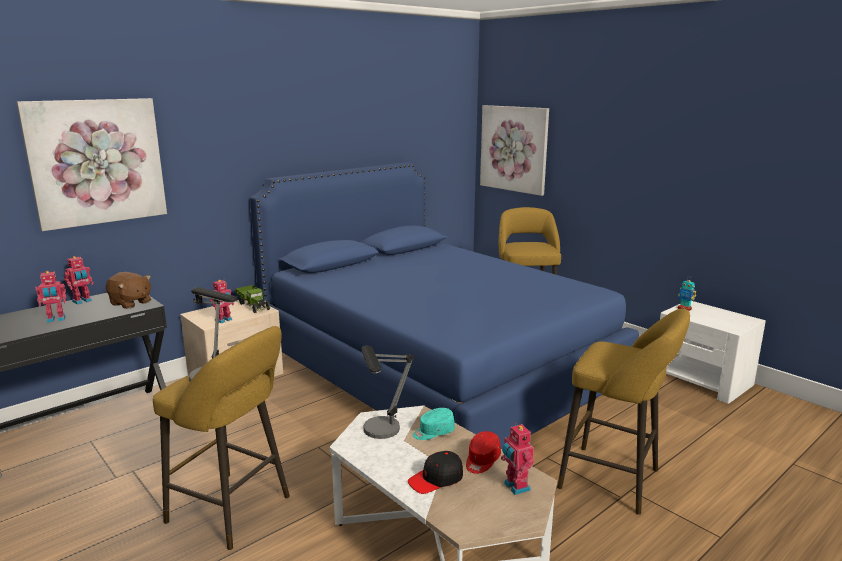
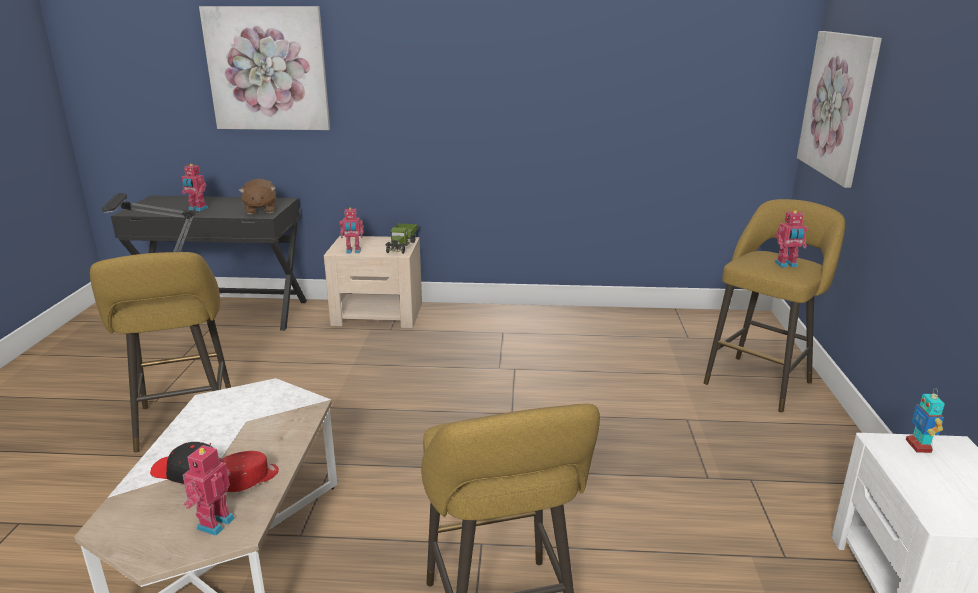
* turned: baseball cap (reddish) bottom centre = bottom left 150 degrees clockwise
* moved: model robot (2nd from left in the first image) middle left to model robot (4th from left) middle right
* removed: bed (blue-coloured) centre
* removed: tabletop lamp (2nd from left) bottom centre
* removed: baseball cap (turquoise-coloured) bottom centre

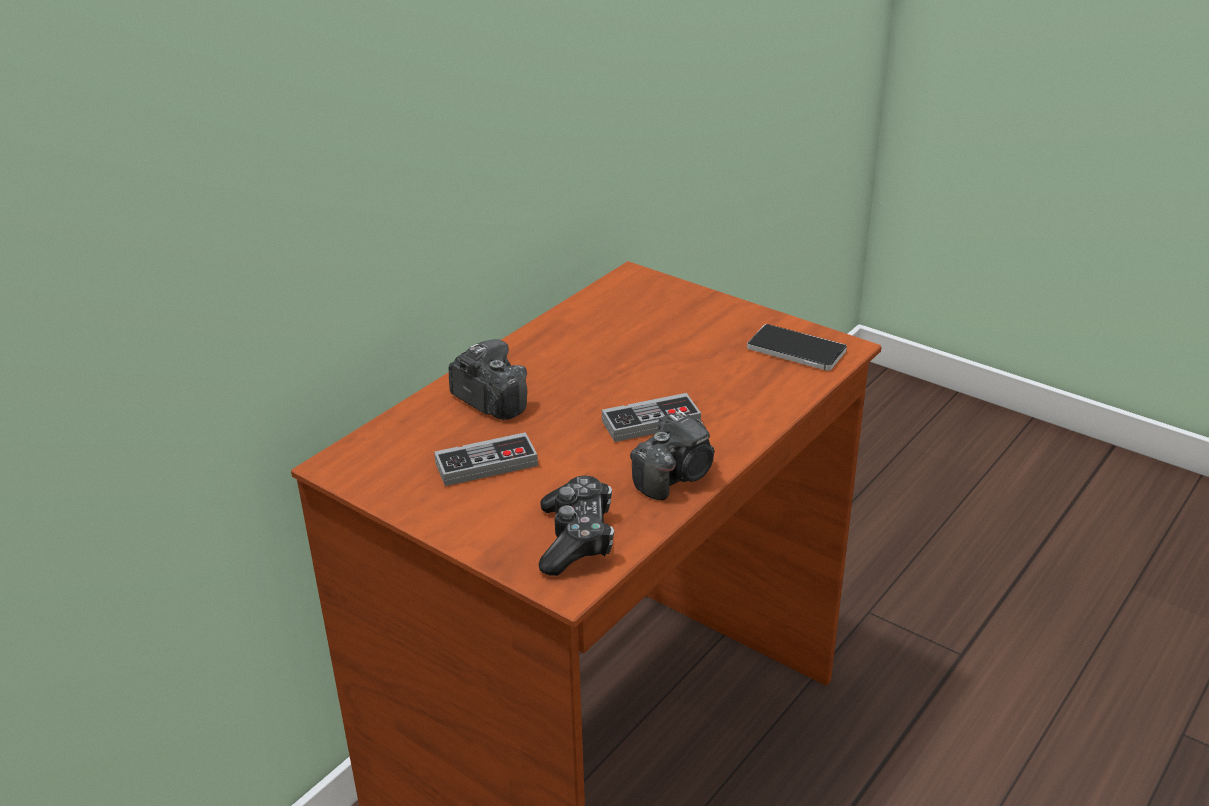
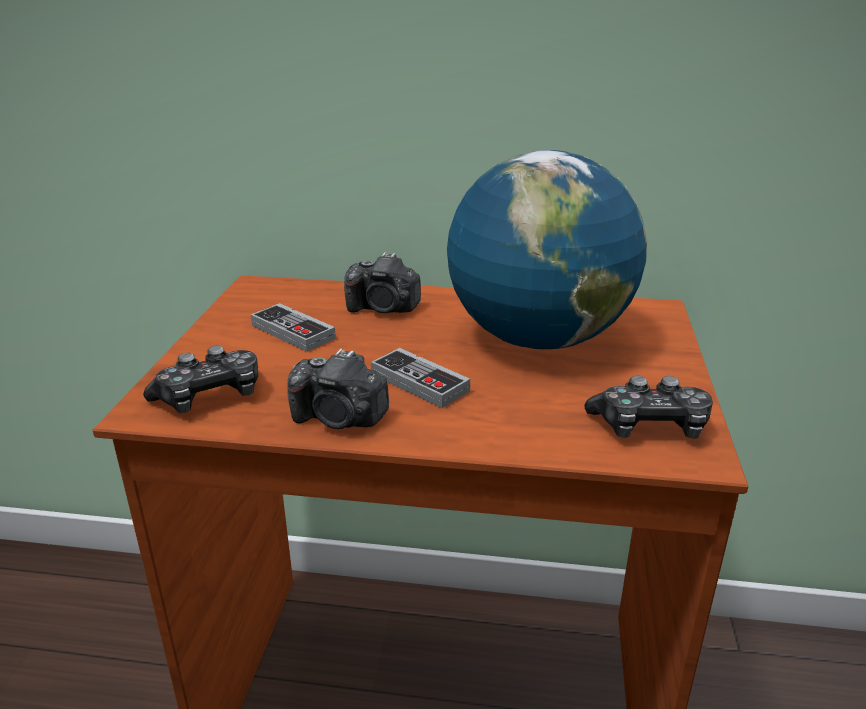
* turned: still camera (1st from left in the first image) centre = centre 90 degrees clockwise
* added: world globe centre
* replaced: handset centre to joypad (4th from left) middle right

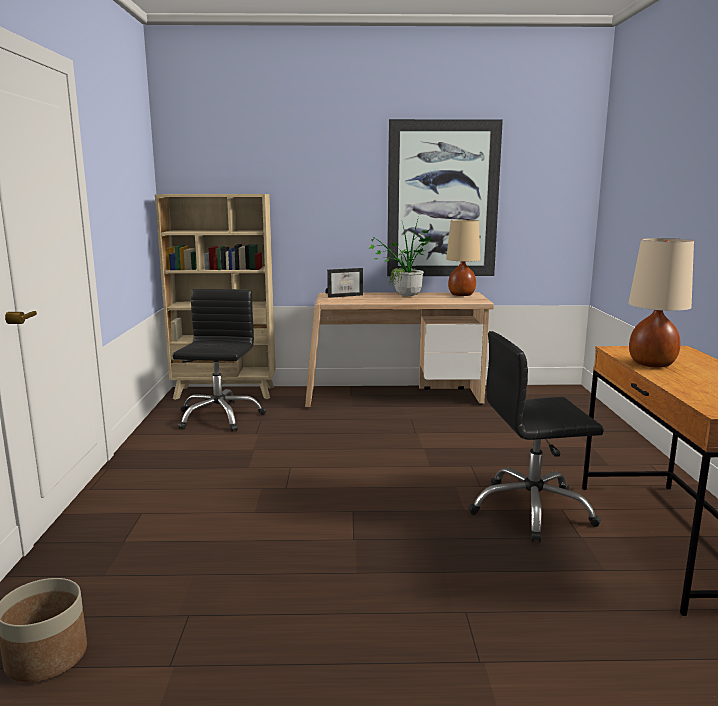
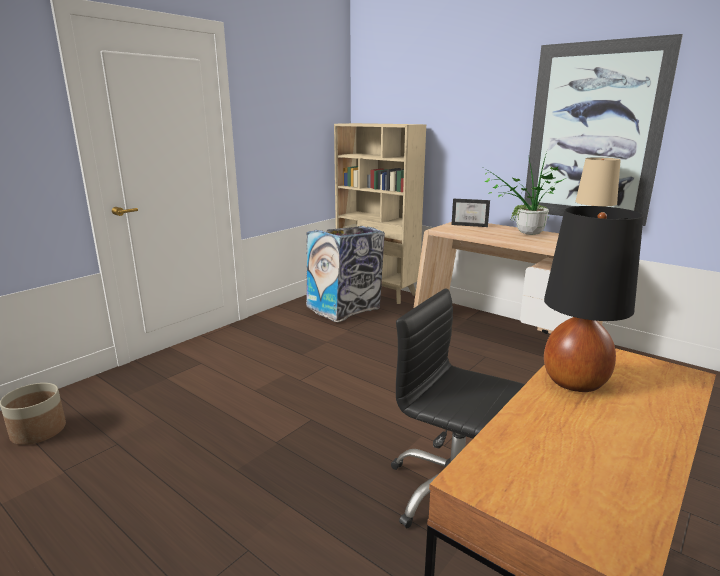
* replaced: computer chair (black-coloured) (1st from left) middle left to waste bin centre
* recoloured: tabletop lamp (beige) (2nd from left) middle right to tabletop lamp (black-coloured) middle right

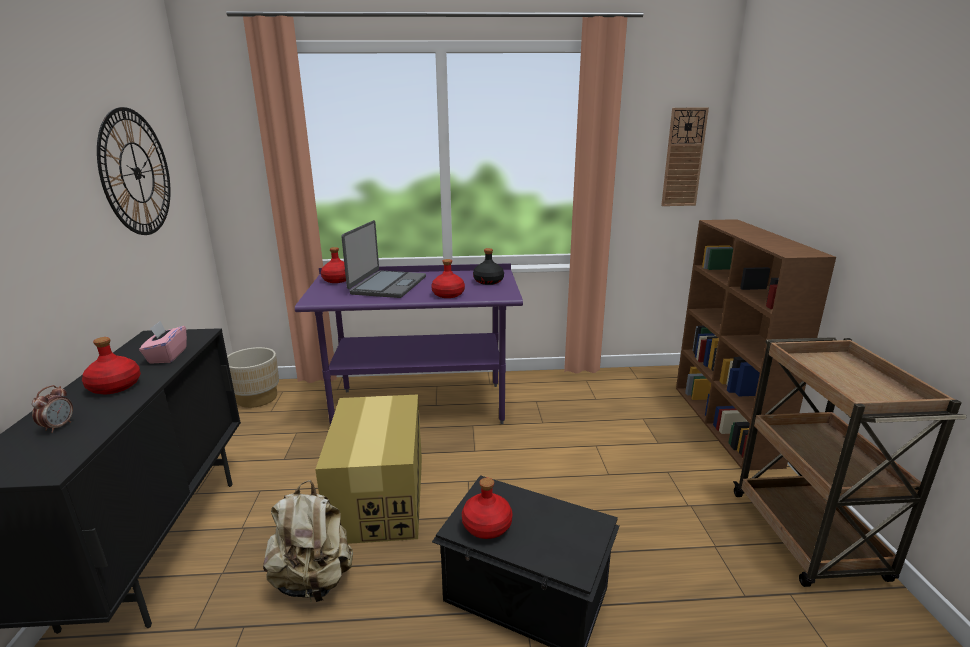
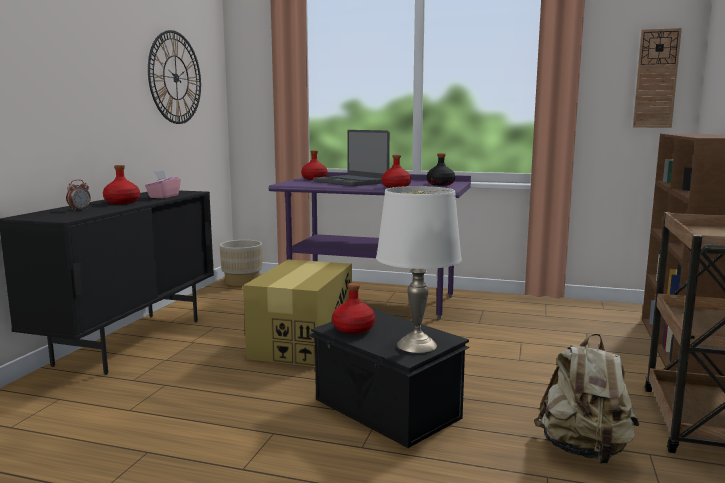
* turned: notebook computer centre = top centre 105 degrees clockwise
* added: tabletop lamp (white) centre
* moved: knapsack (beige) bottom left to bottom right

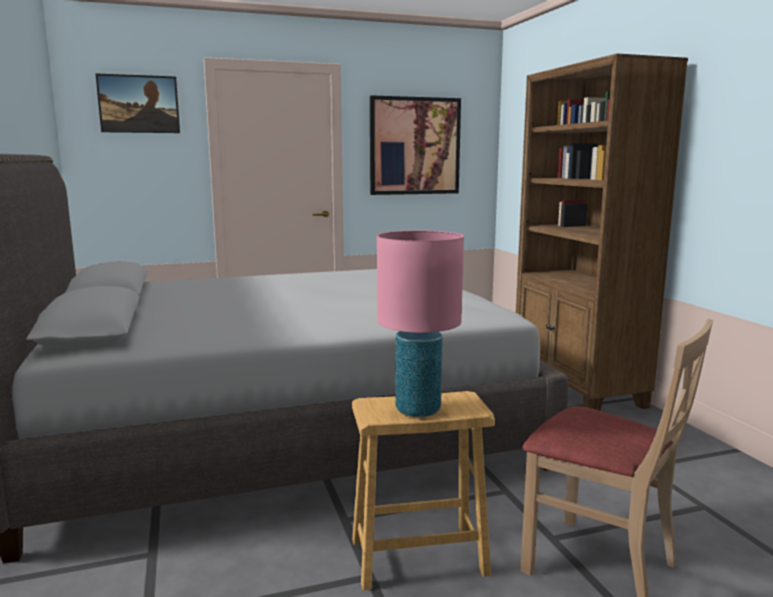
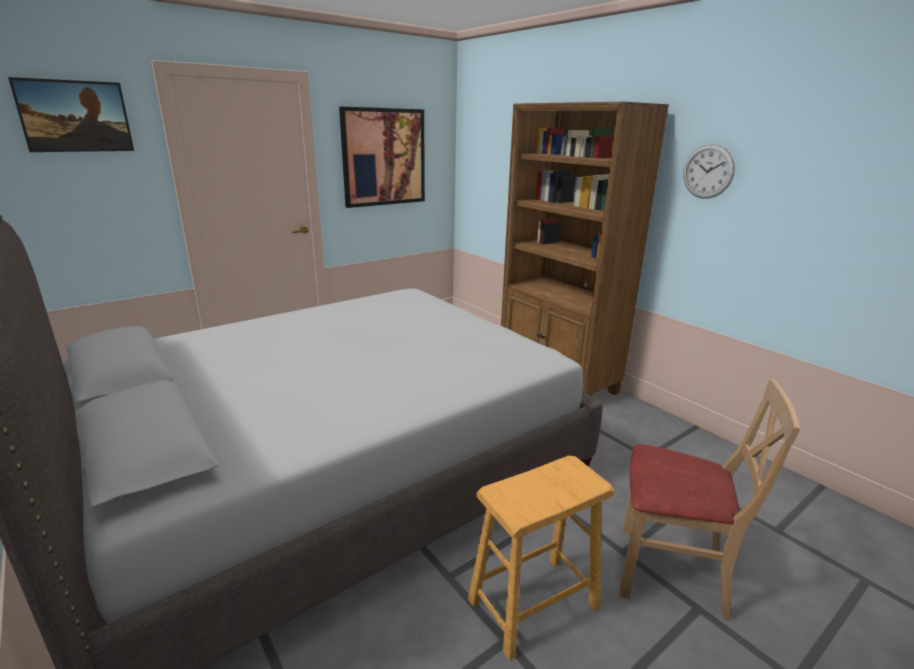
* added: wall clock top right
* removed: tabletop lamp (pinkish) centre

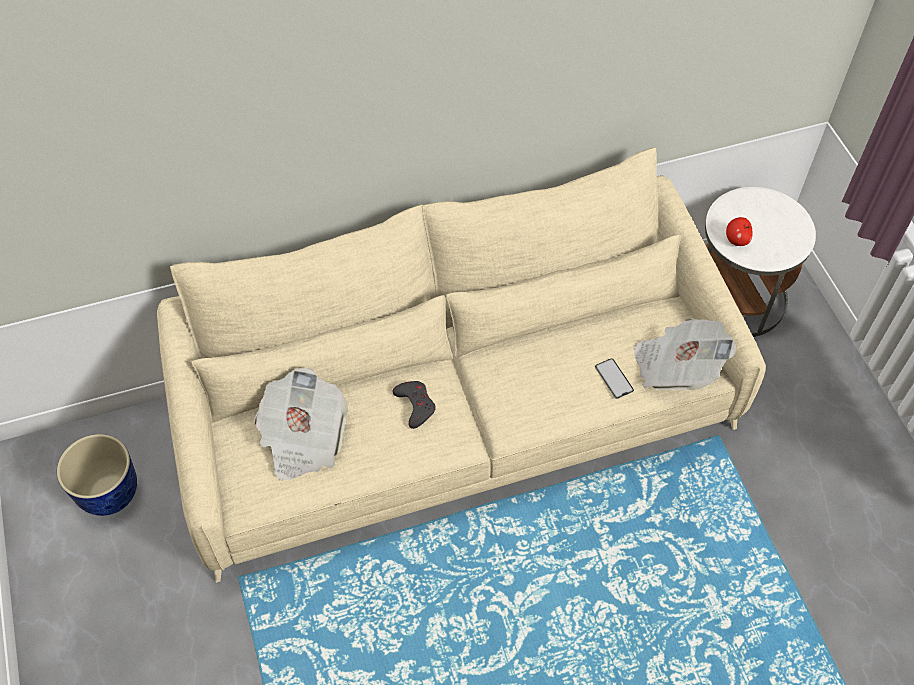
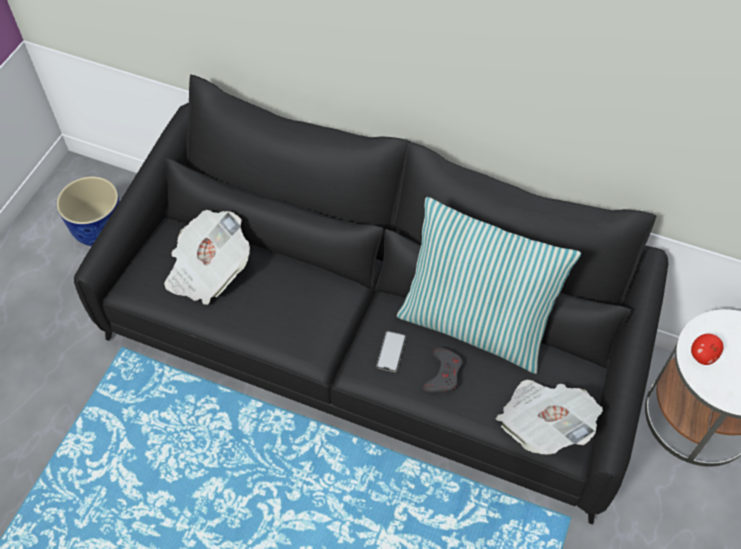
* recoloured: settee (beige) centre to settee (black-coloured) centre
* moved: handset middle right to centre
* added: cushion centre
* moved: joypad (gray) centre to bottom centre

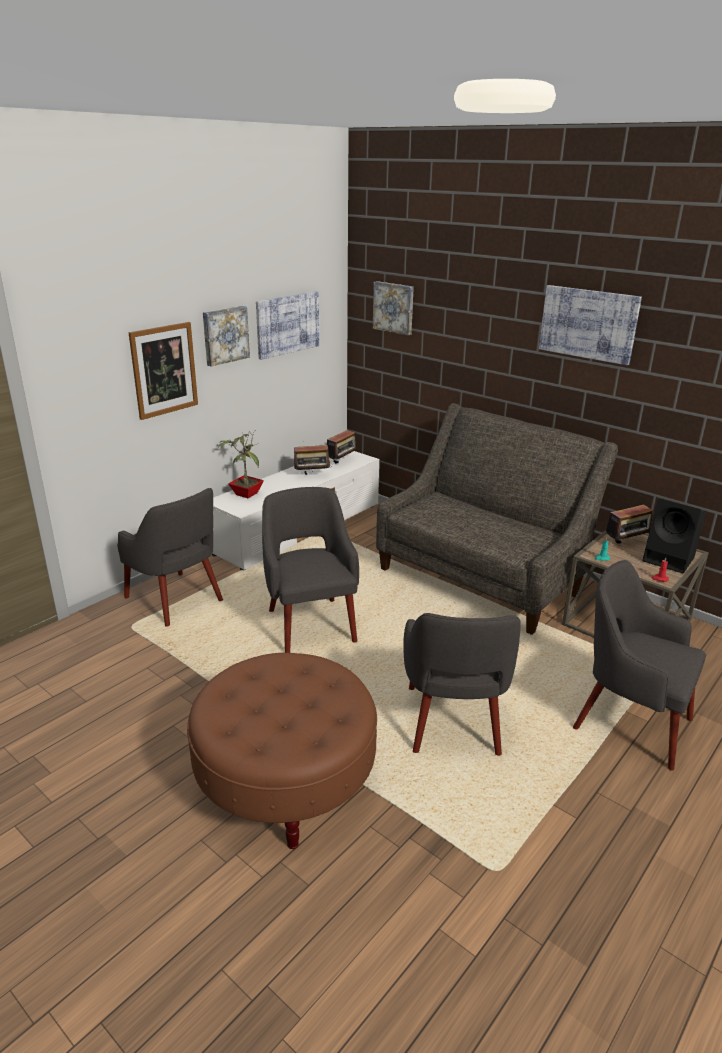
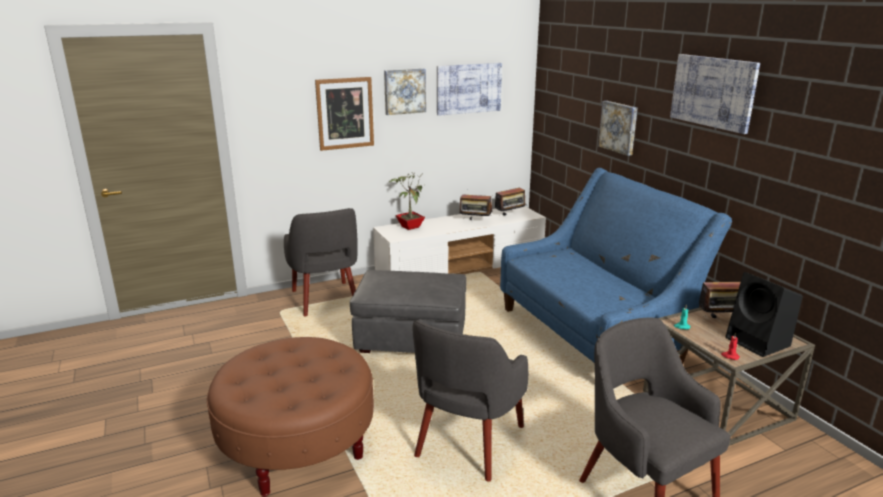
* replaced: easy chair (gray) (2nd from left) centre to pouffe (gray) centre
* recoloured: settee (gray) middle right to settee (blue-coloured) middle right
* moved: wall picture (4th from left) top centre to top right

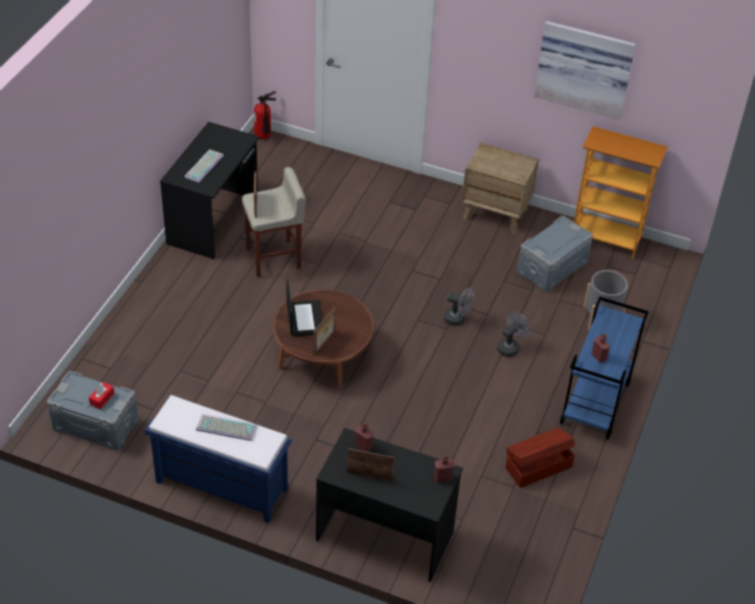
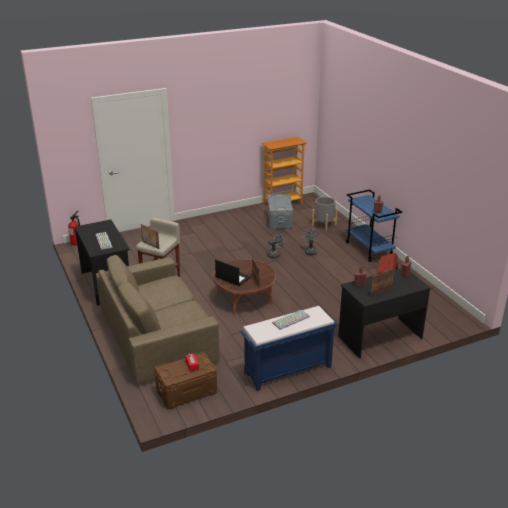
* added: settee (brown) middle left
* recoloured: storage container (gray) (1st from left) bottom left to storage container (brown) (1st from left) bottom centre
* removed: night table (brown) top centre
* removed: wall picture top right

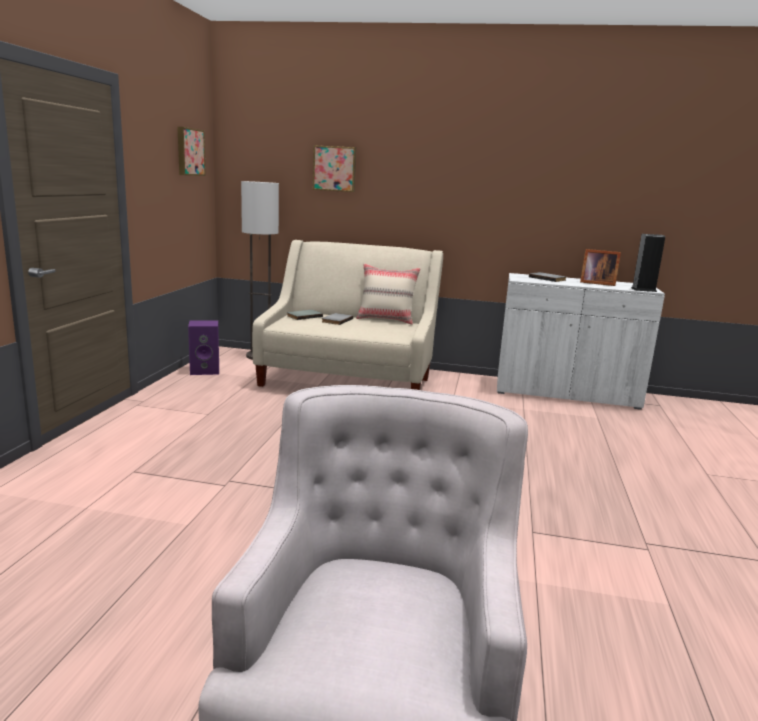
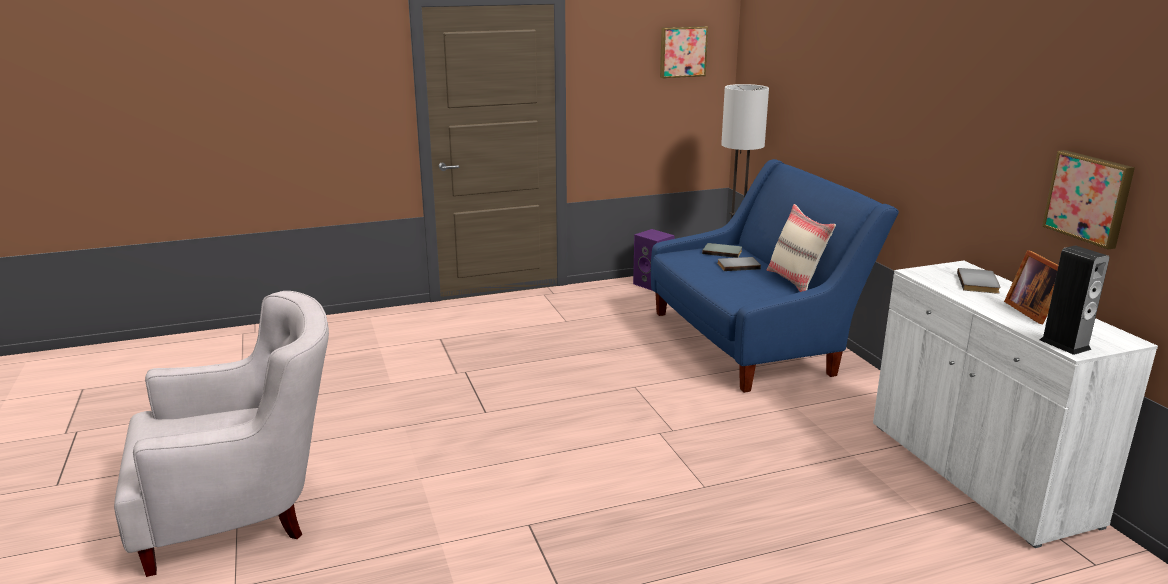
* recoloured: settee (beige) centre to settee (blue-coloured) centre
* moved: wall picture (2nd from left) top centre to middle right

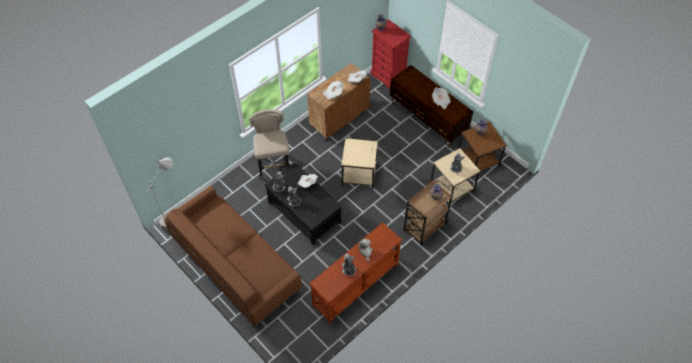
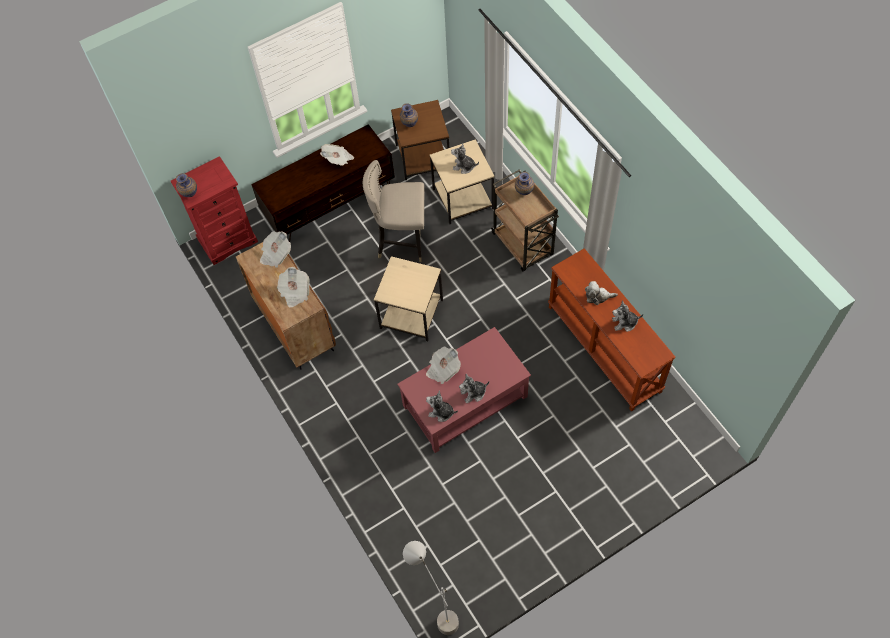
* moved: stool seat (beige) centre to top centre
* recoloured: coffee table (black-coloured) centre to coffee table (reddish) centre
* removed: settee (brown) bottom centre

